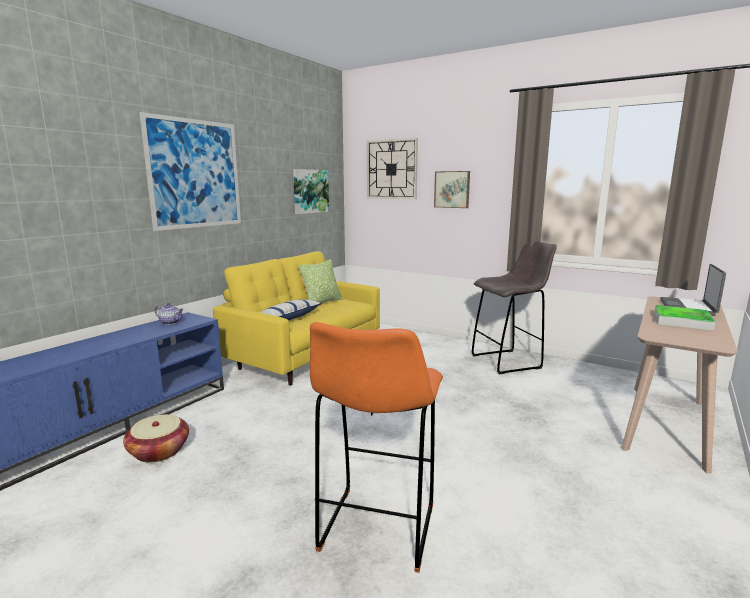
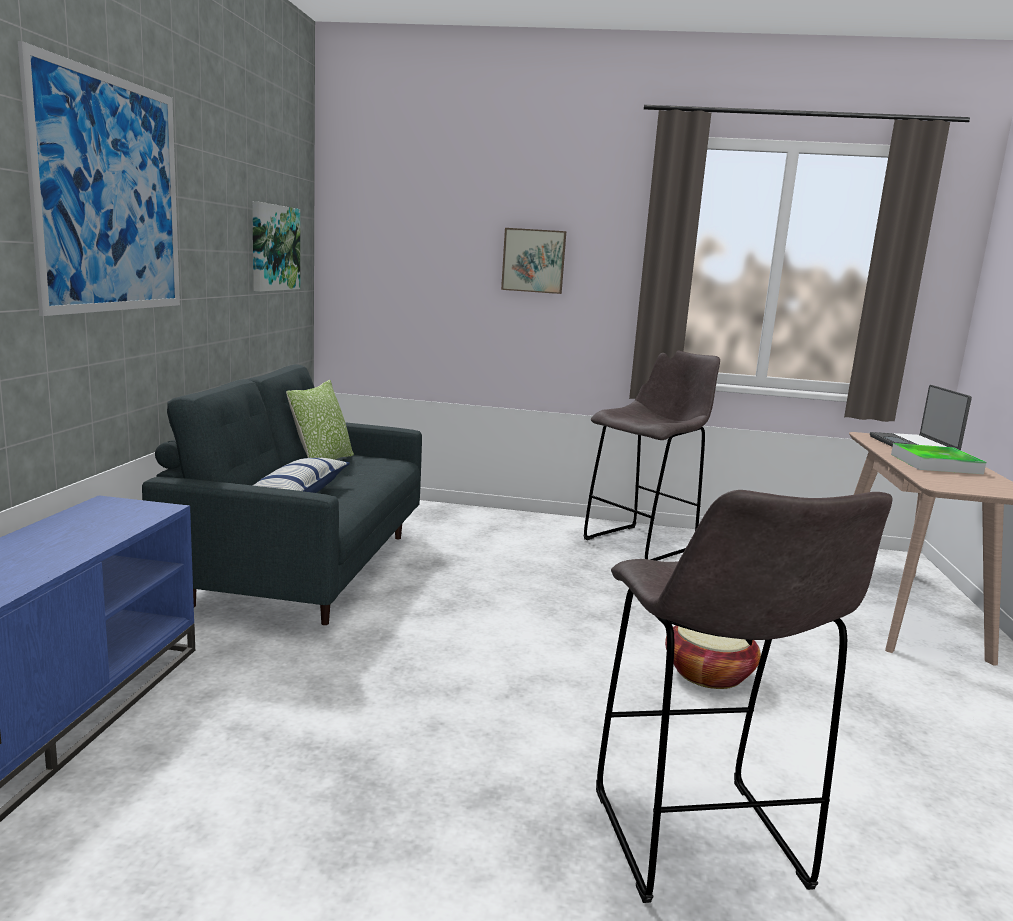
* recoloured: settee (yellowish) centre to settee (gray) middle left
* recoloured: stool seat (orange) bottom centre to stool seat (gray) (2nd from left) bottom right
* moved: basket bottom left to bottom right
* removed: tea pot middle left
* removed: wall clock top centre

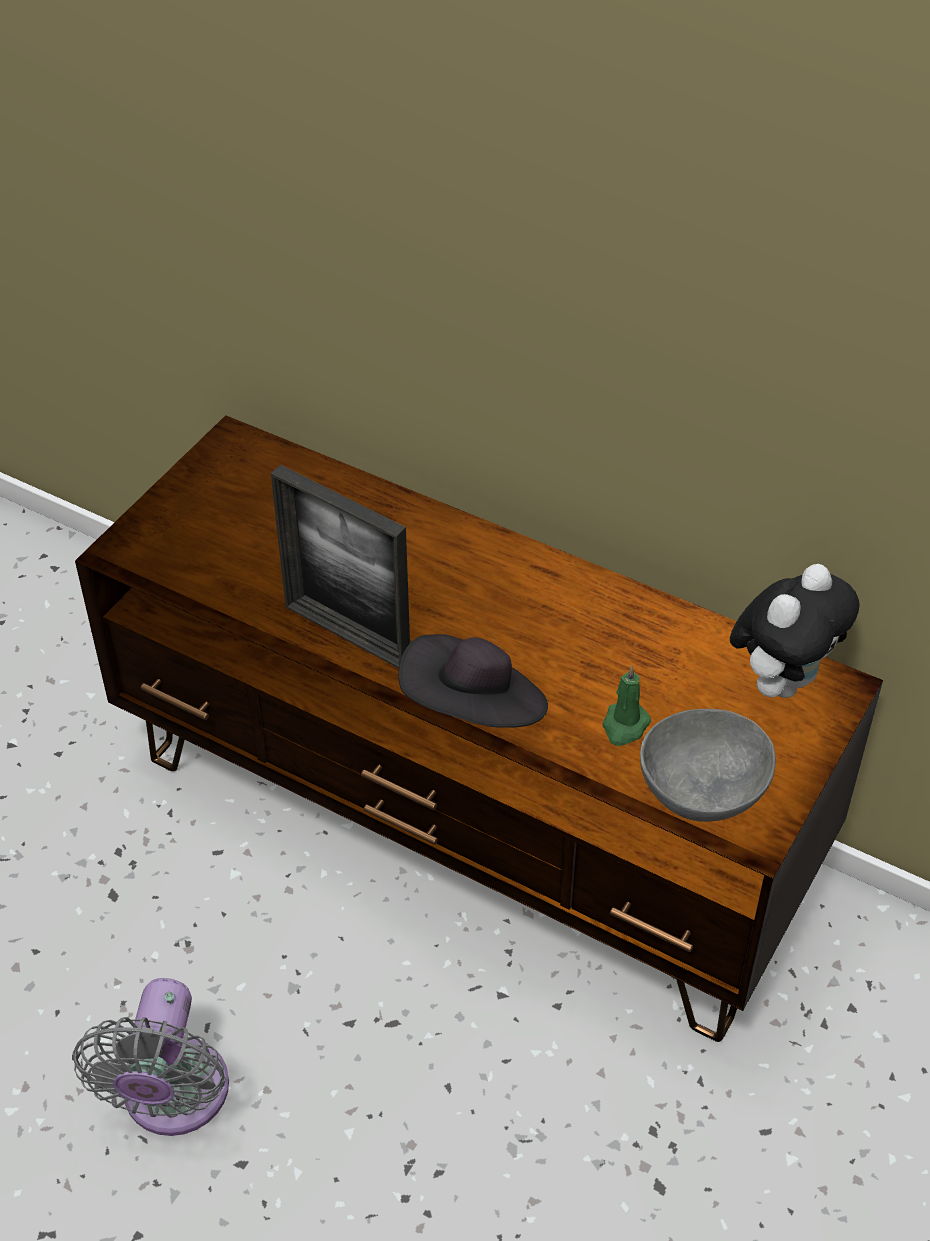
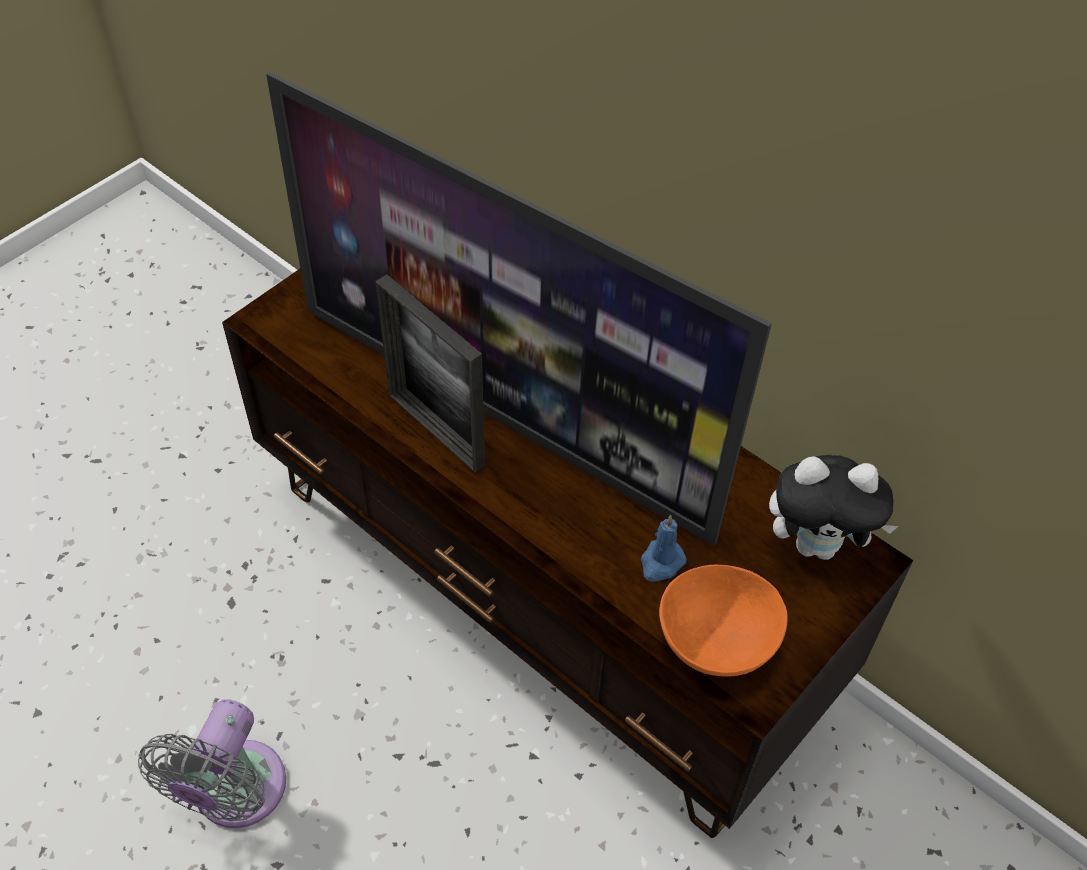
* added: TV centre
* recoloured: wax candle (green-coloured) middle right to wax candle (blue-coloured) centre
* recoloured: bowl (gray) middle right to bowl (orange) bottom centre
* turned: plush toy middle right = middle right 45 degrees clockwise
* removed: wearable hat (black-coloured) centre

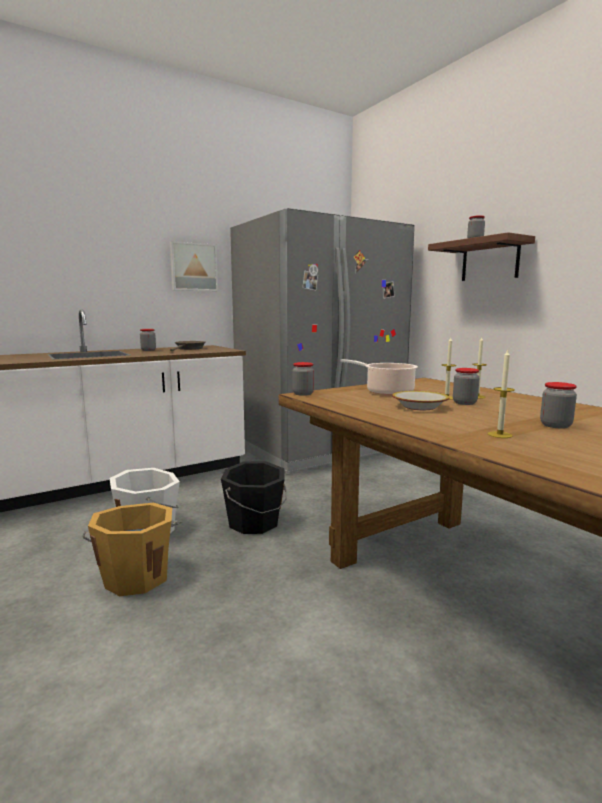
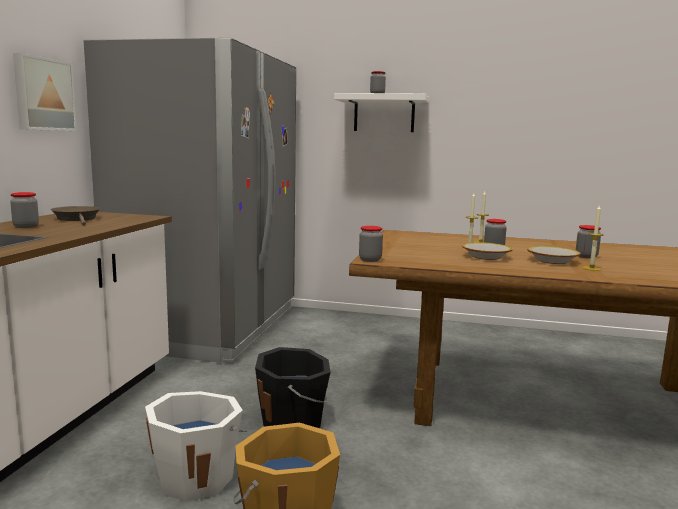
* recoloured: shelf (brown) top right to shelf (white) top centre
* added: bowl (2nd from left) middle right
* removed: stockpot centre

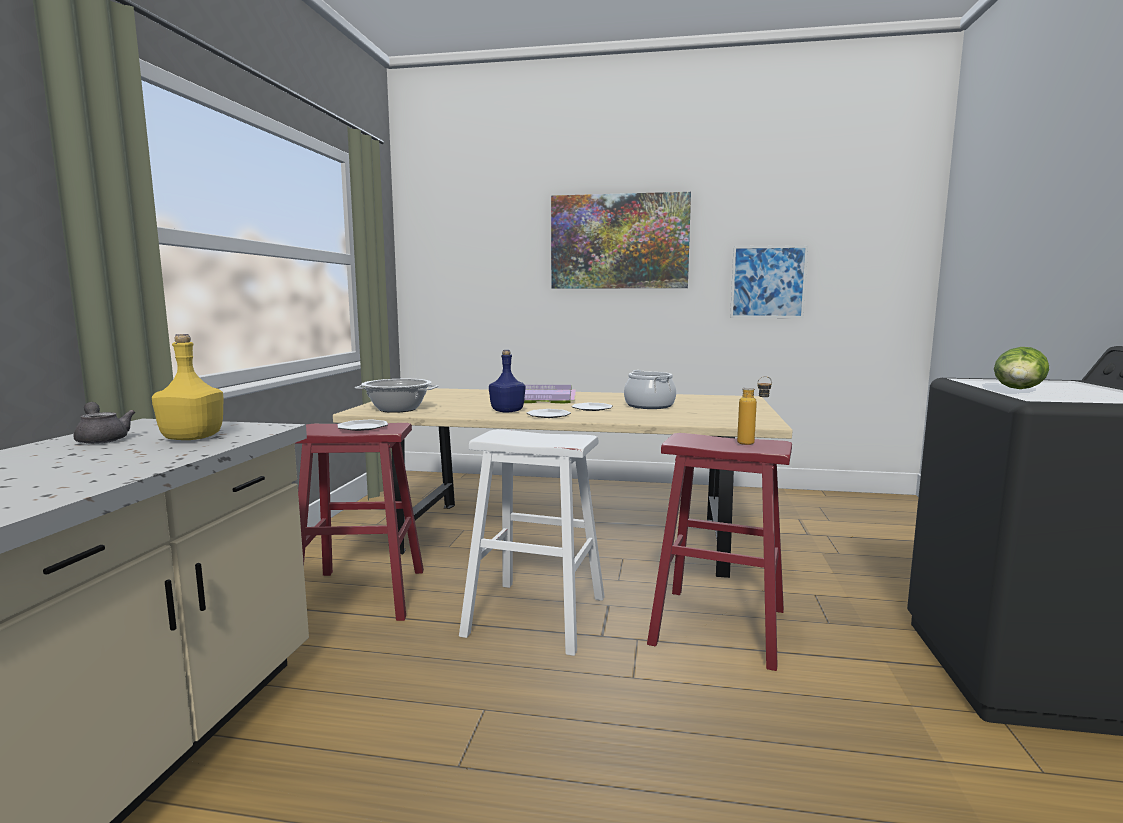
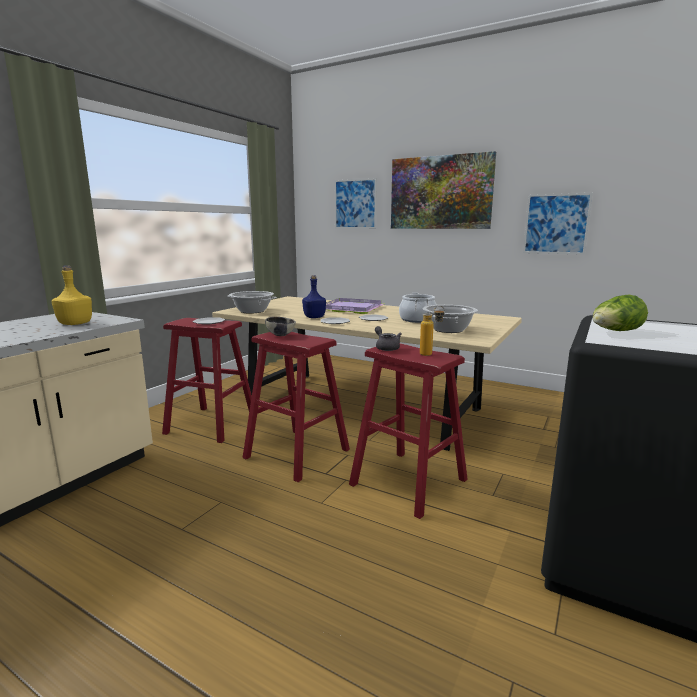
* recoloured: stool seat (white) centre to stool seat (reddish) (2nd from left) centre
* added: bowl centre
* added: wall picture (1st from left) top centre
* moved: tea pot (gray) middle left to centre
* added: stockpot (3rd from left) centre

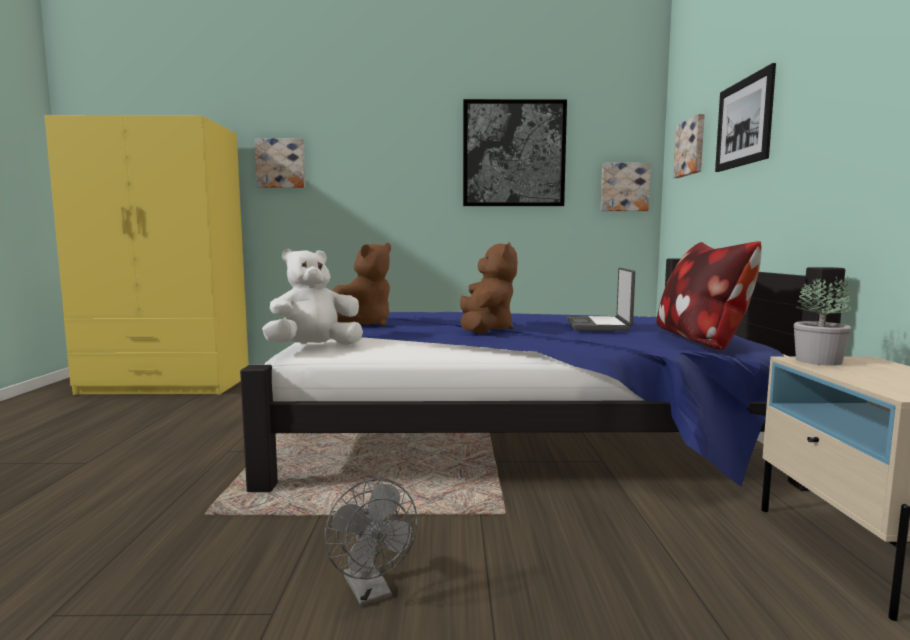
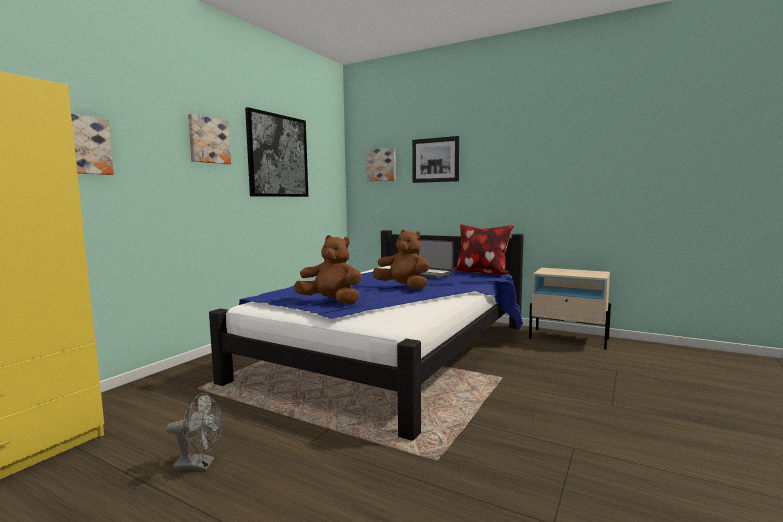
* moved: fan (gray) bottom centre to bottom left
* moved: wall picture (3rd from left in the first image) top right to wall picture (2nd from left) top left
* turned: plush toy (brown) (1st from left) centre = centre 45 degrees counterclockwise
* removed: plush toy (white) centre
* removed: potted plant middle right

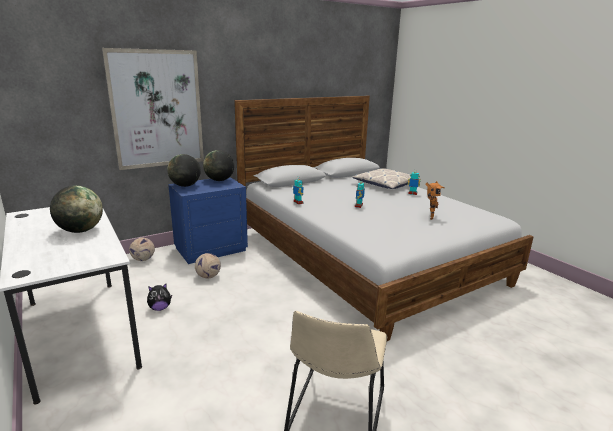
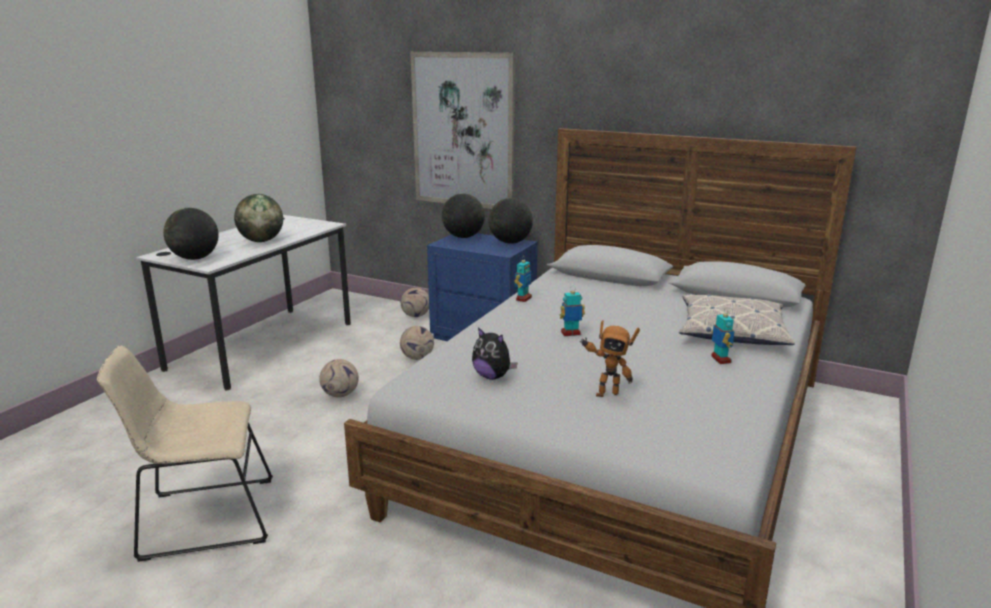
* added: world globe (1st from left) middle left
* added: football ball (1st from left) centre
* moved: plush toy bottom left to centre

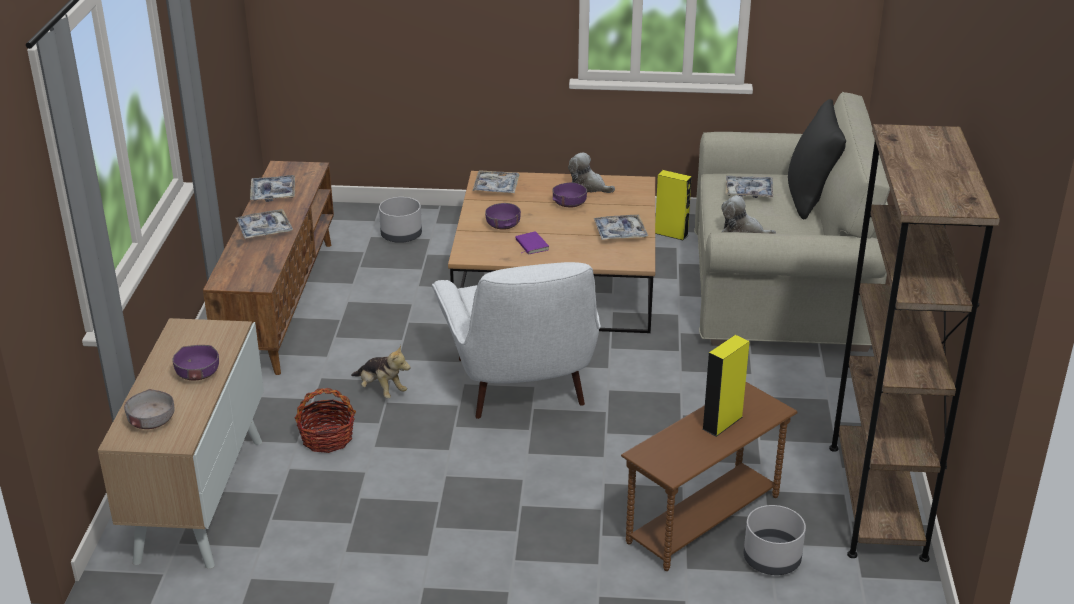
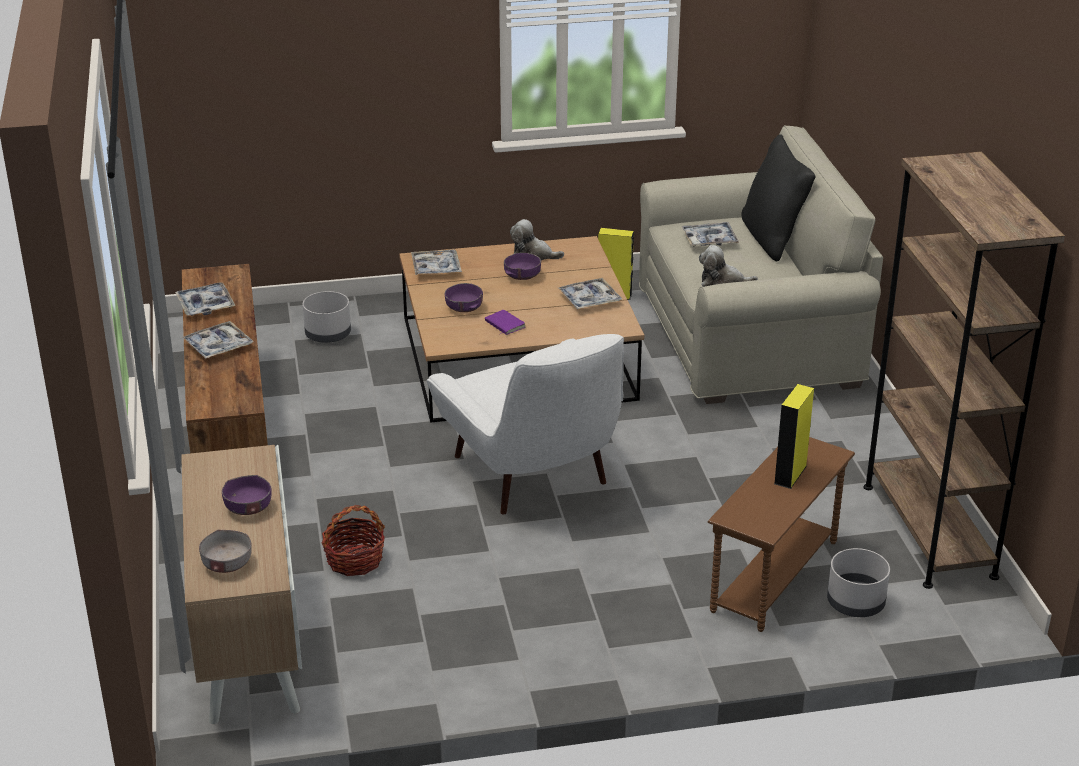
* removed: plush toy (1st from left) centre

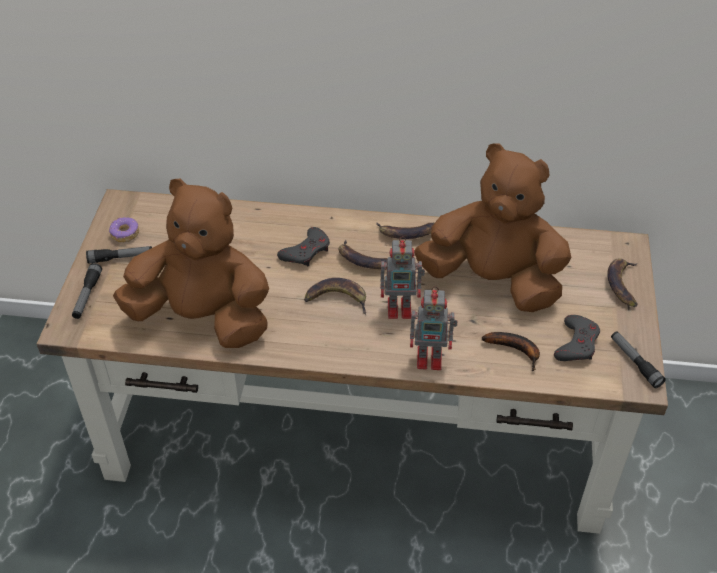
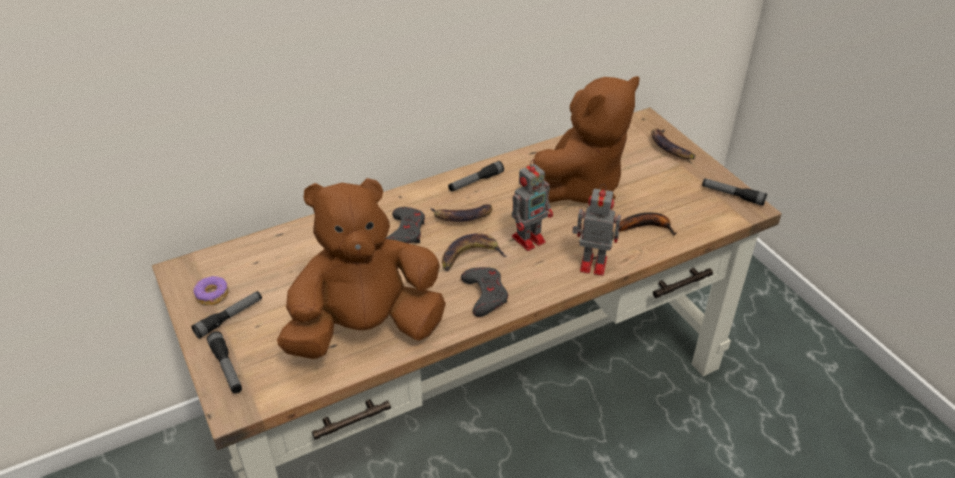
* replaced: banana (3rd from left) centre to torch (3rd from left) centre
* moved: joypad (gray) (2nd from left) middle right to centre
* turned: plush toy (brown) (2nd from left) middle right = top centre 150 degrees clockwise
* turned: model robot (2nd from left) centre = centre 135 degrees counterclockwise

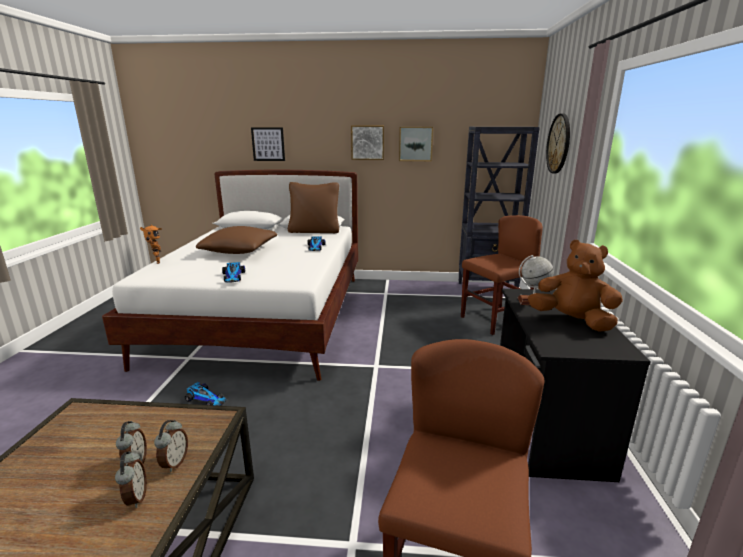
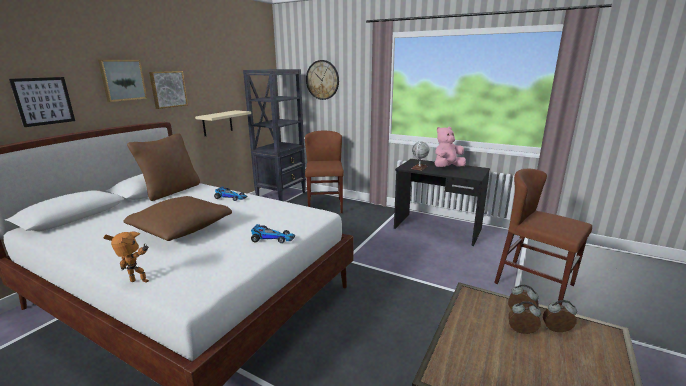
* moved: wall picture (3rd from left in the first image) top centre to wall picture (2nd from left) top left
* added: shelf (beige) top left
* recoloured: plush toy (brown) middle right to plush toy (pinkish) centre
* removed: miniature car (1st from left) bottom left

